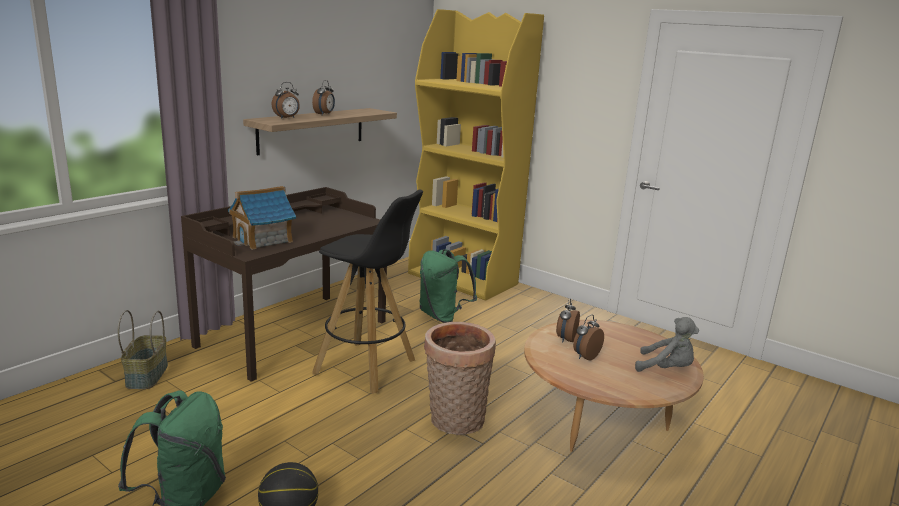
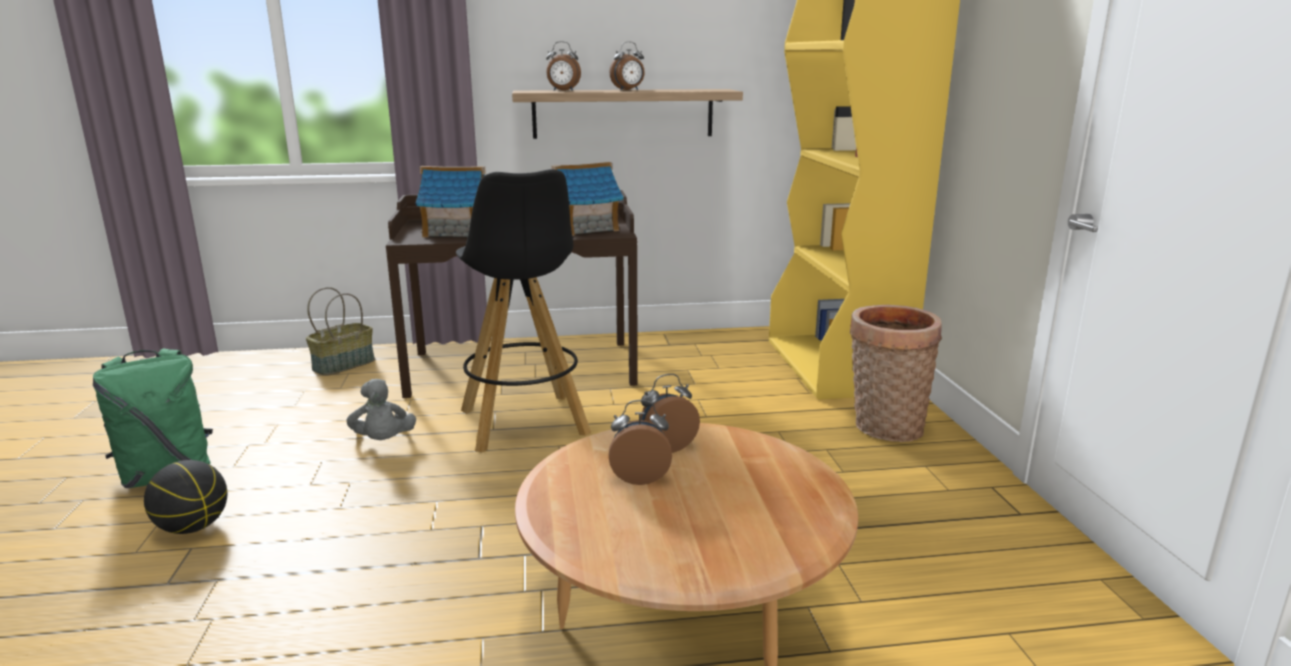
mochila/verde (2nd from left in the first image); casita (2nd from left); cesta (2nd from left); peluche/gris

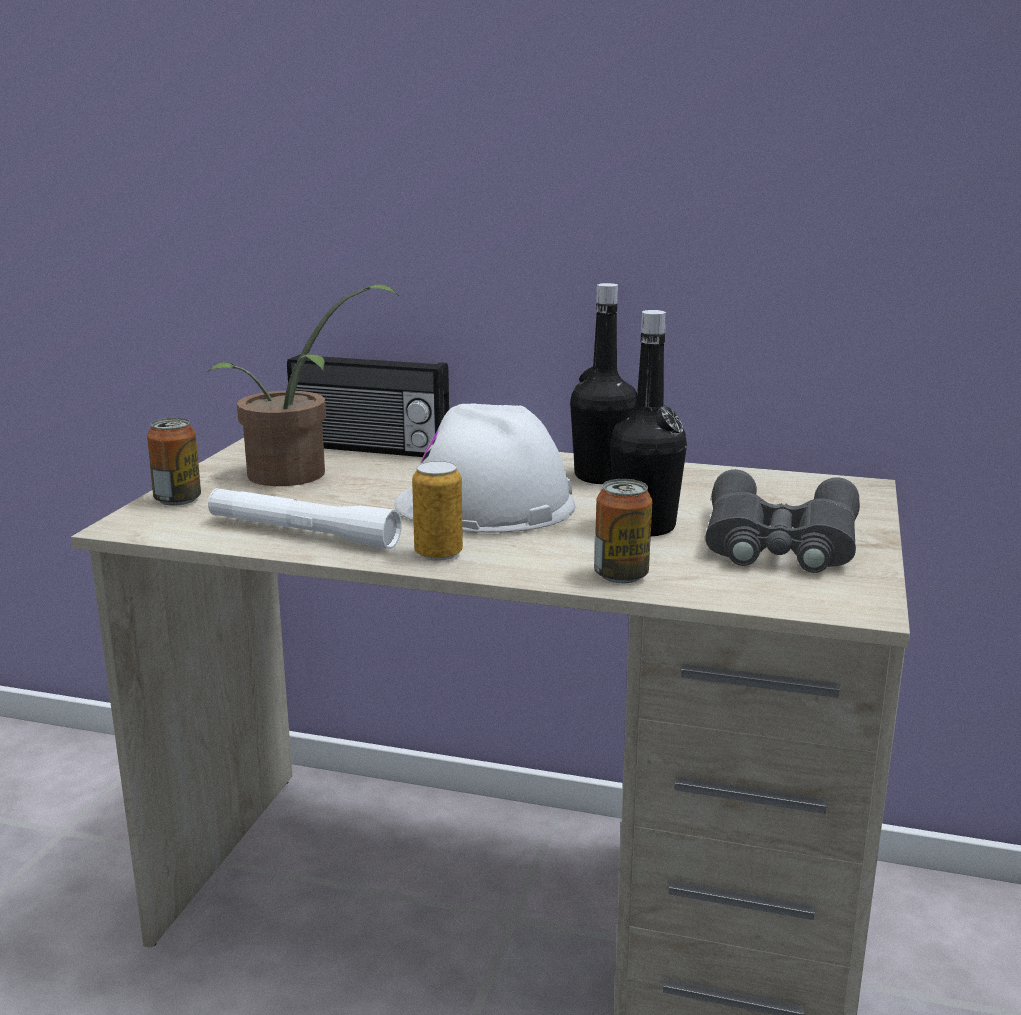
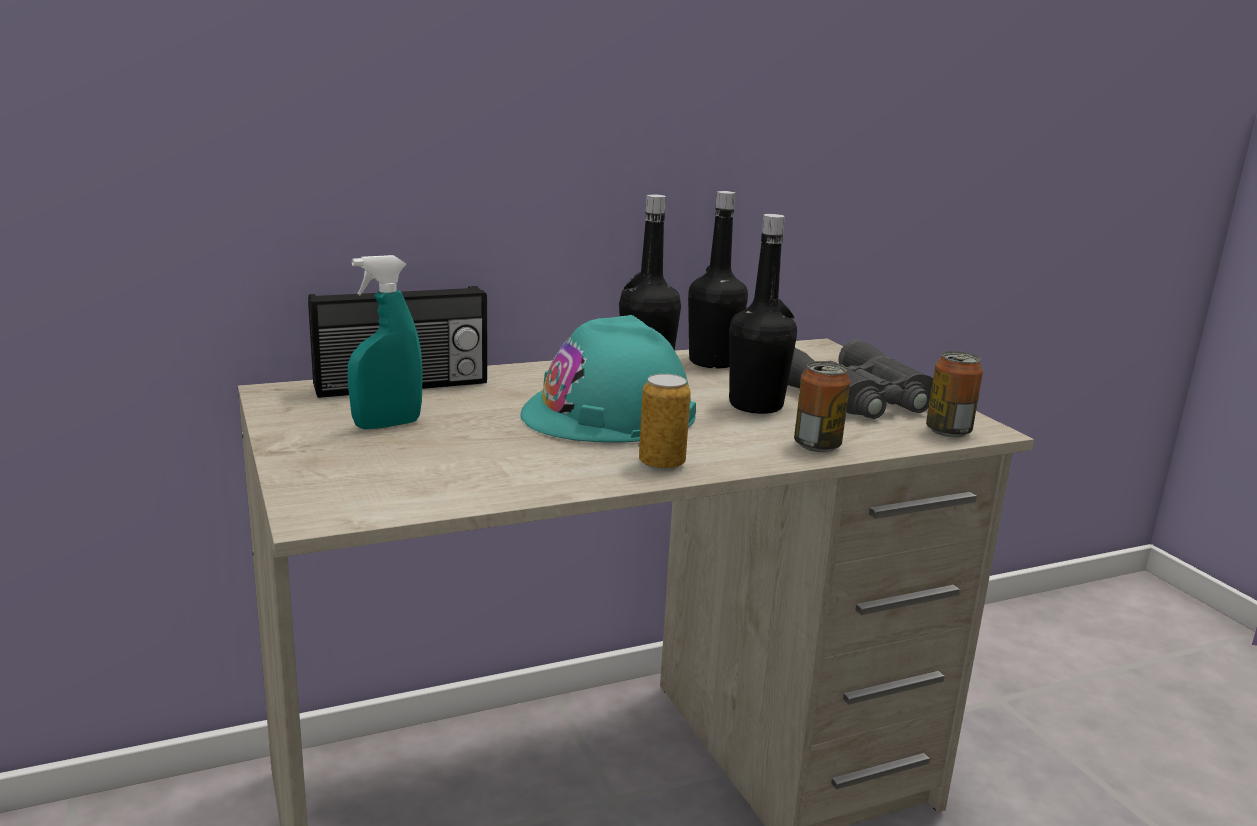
linterna/blanco; botella/negro (2nd from left); lata (3rd from left); pulverizador/turquesa; casco/turquesa

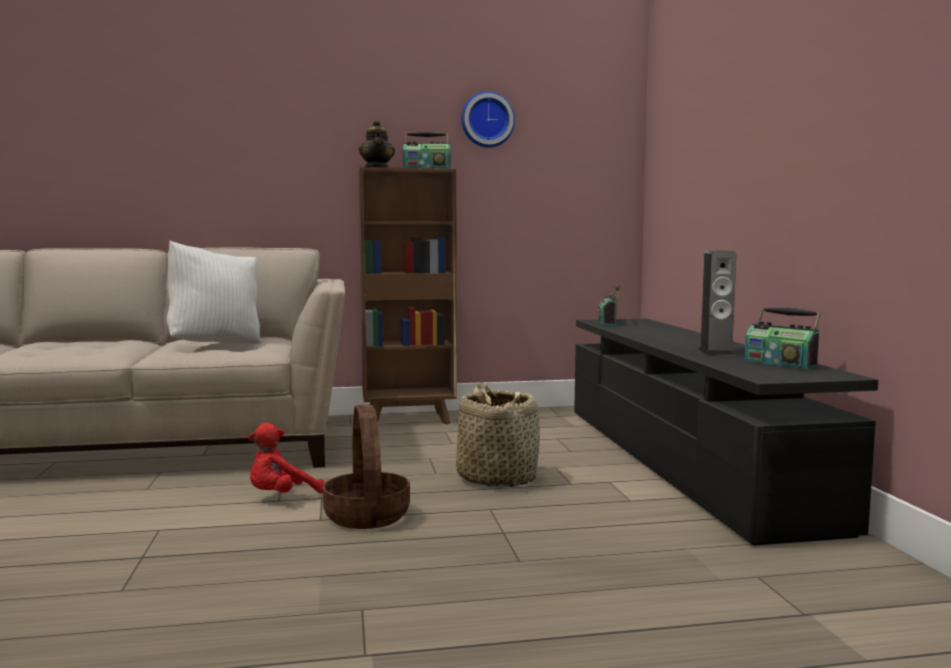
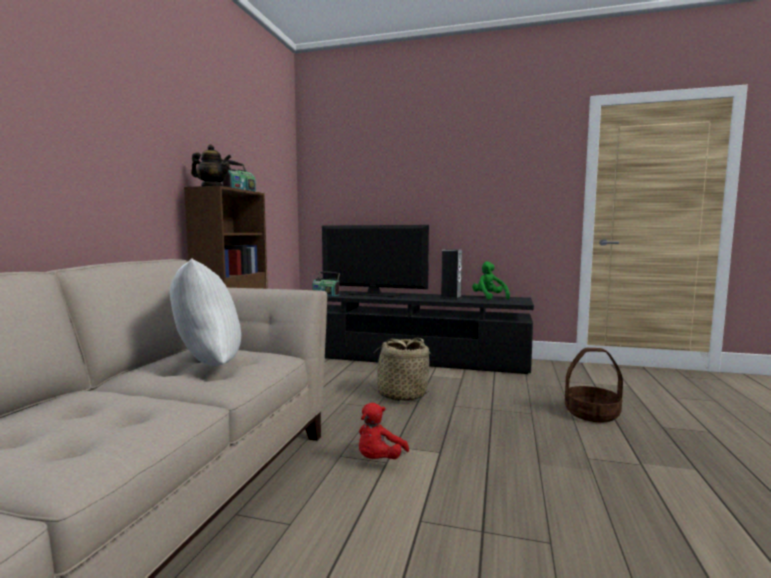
reloj de pared; televisor; cesta (2nd from left); peluche/verde; peluche/rojo

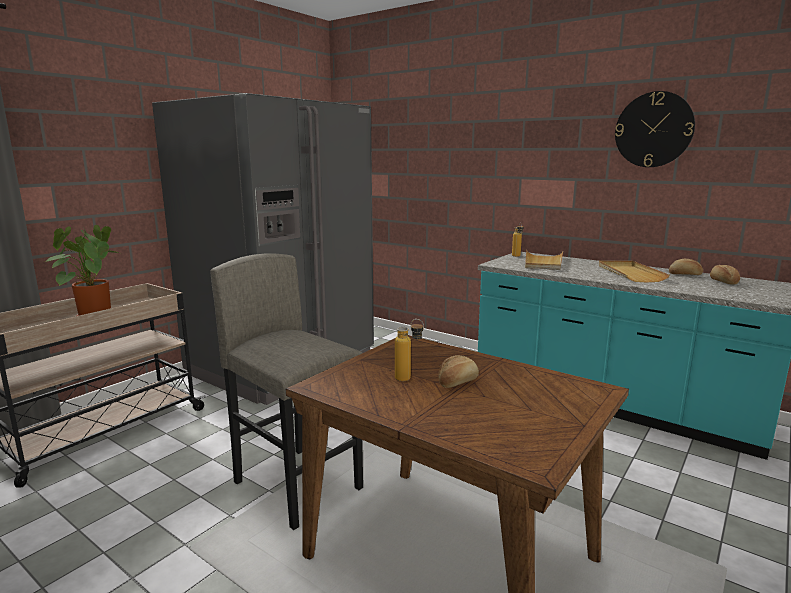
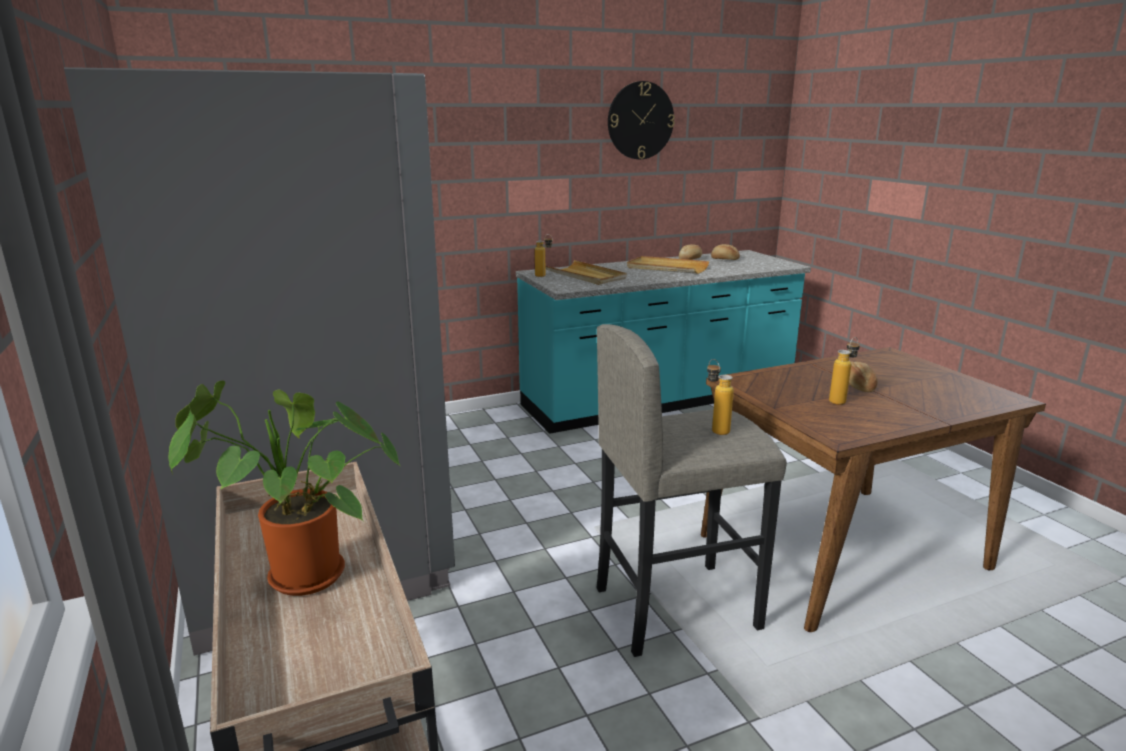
botella (2nd from left)

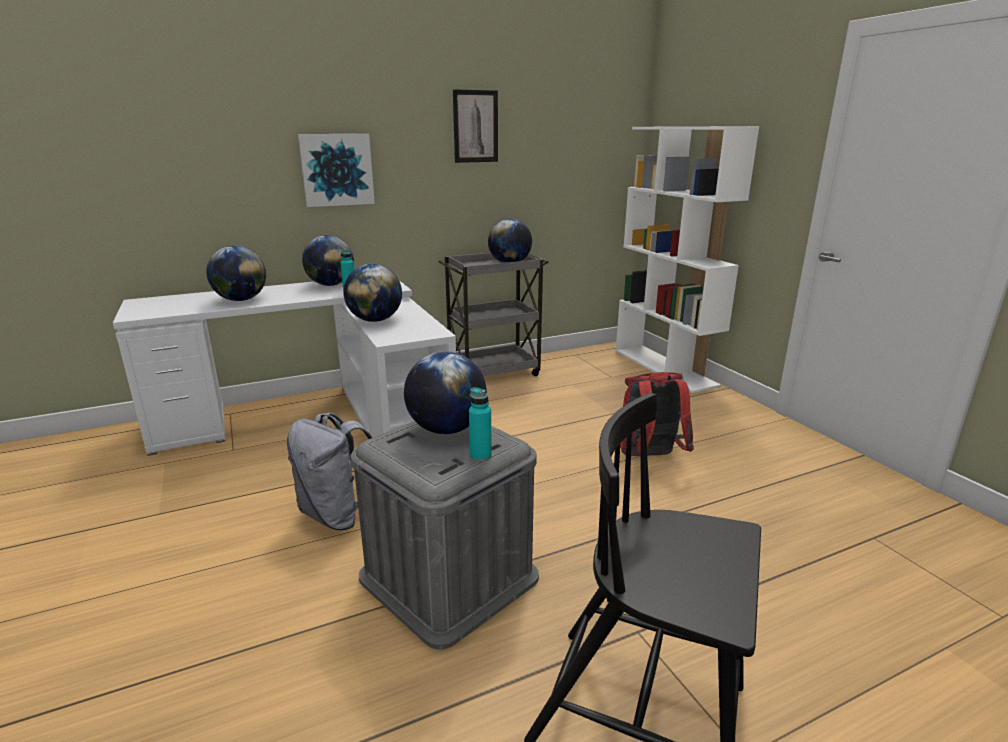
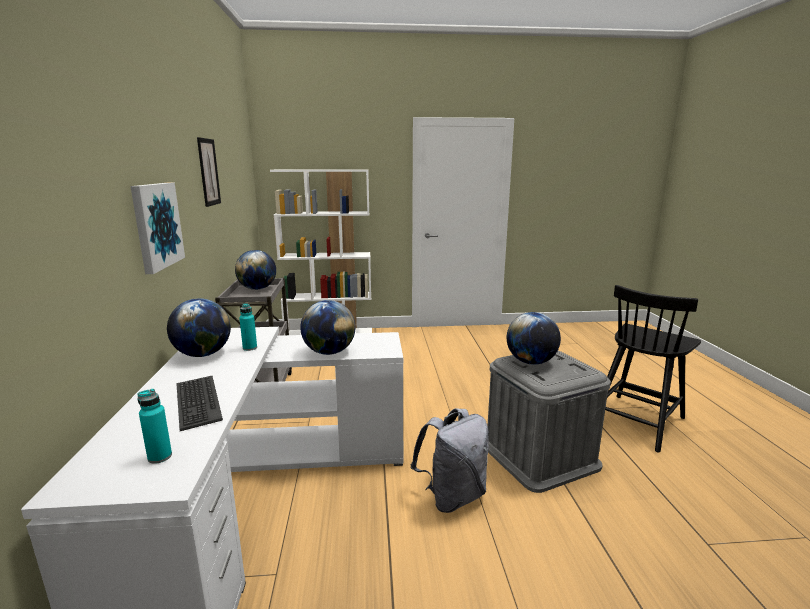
mochila/rojo; botella/turquesa (1st from left); teclado

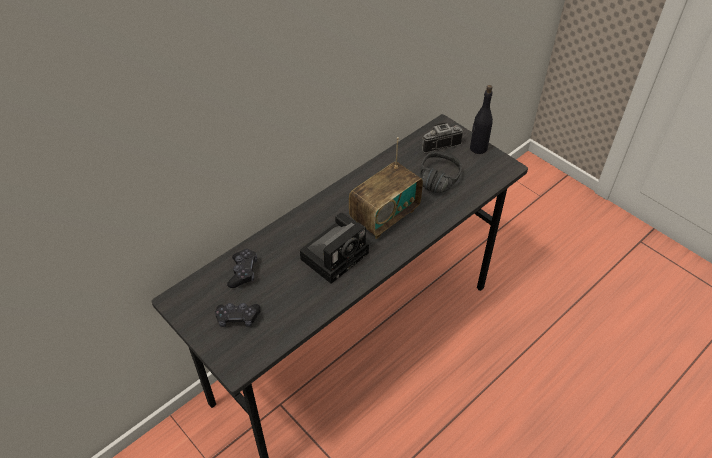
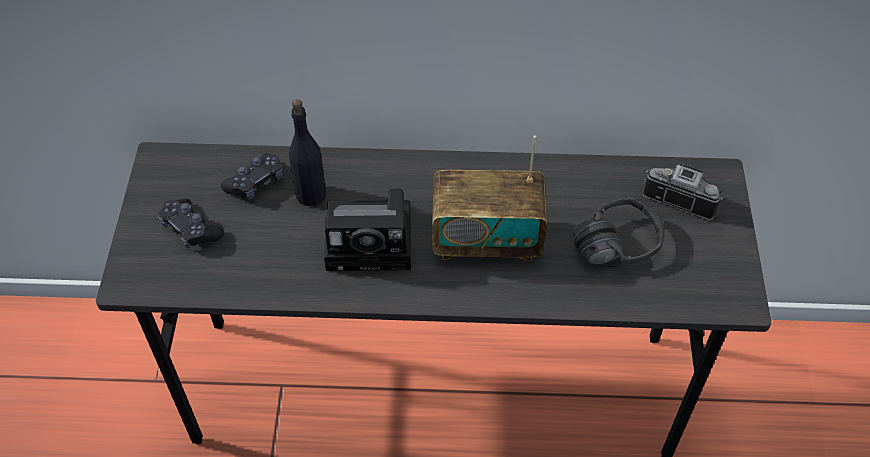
botella/negro

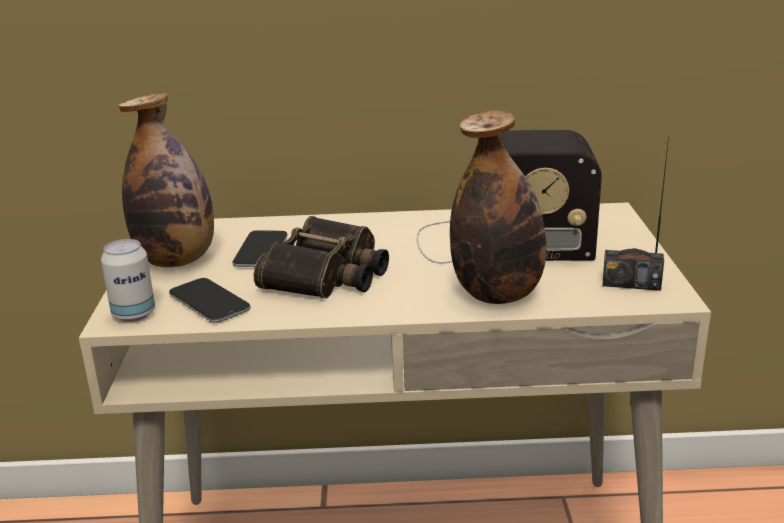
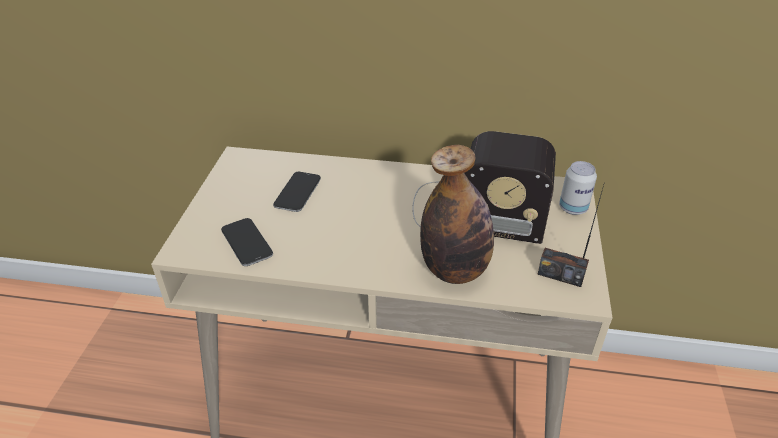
botella (1st from left in the first image); prismáticos; lata

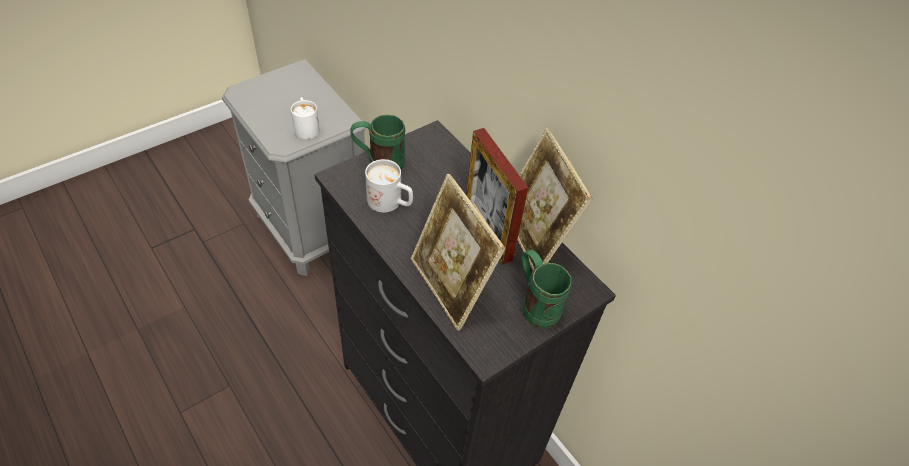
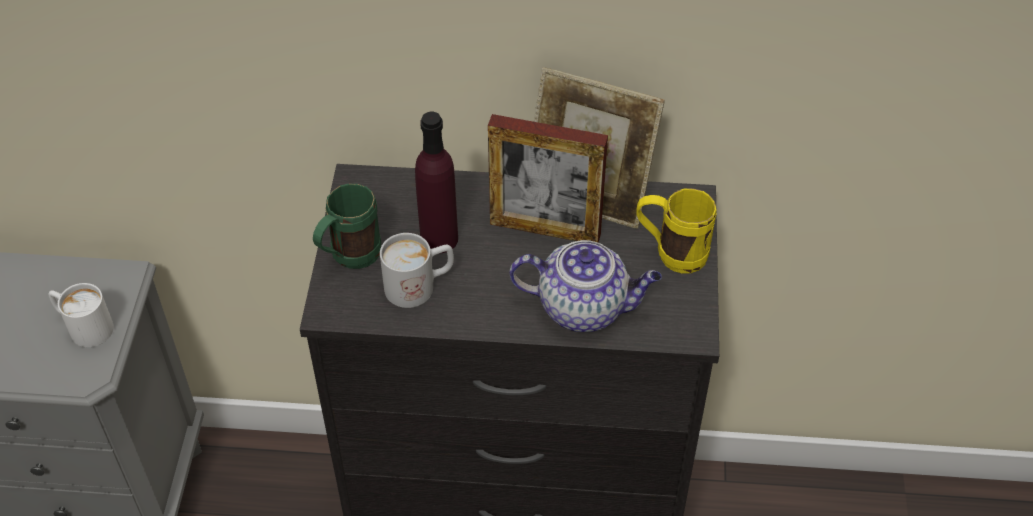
botella/morado; tetera; taza grande/amarillo

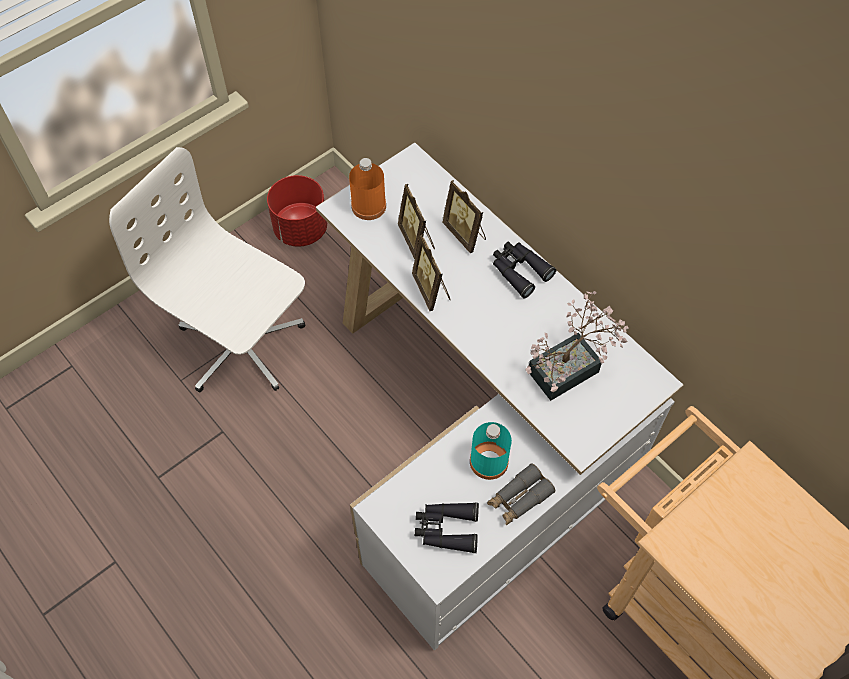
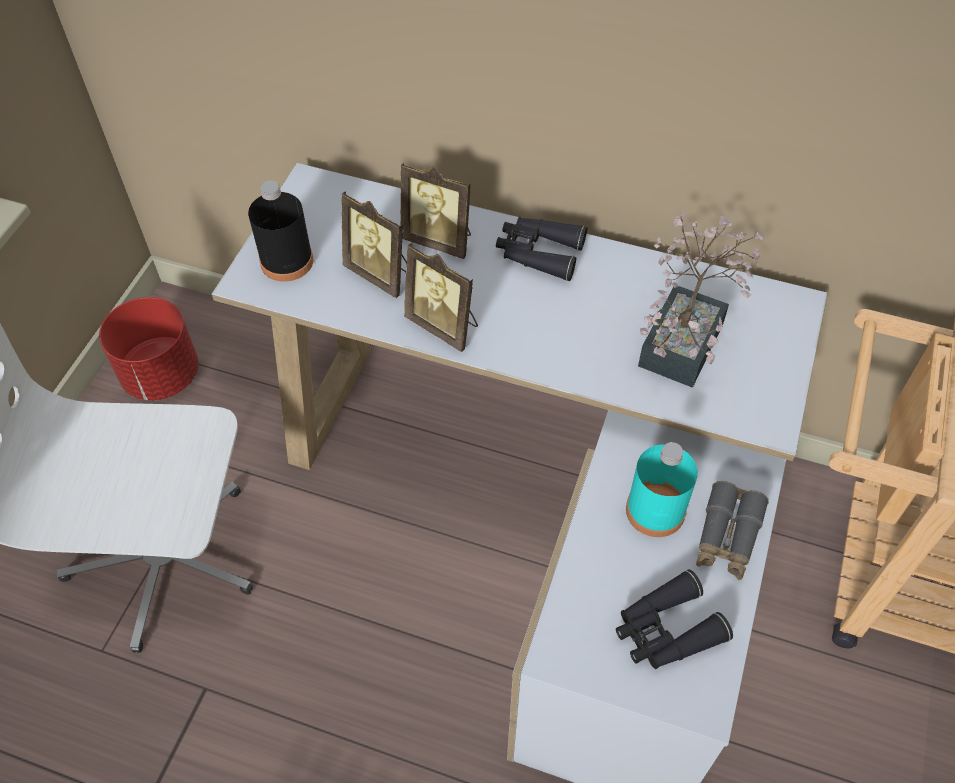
botella/negro

